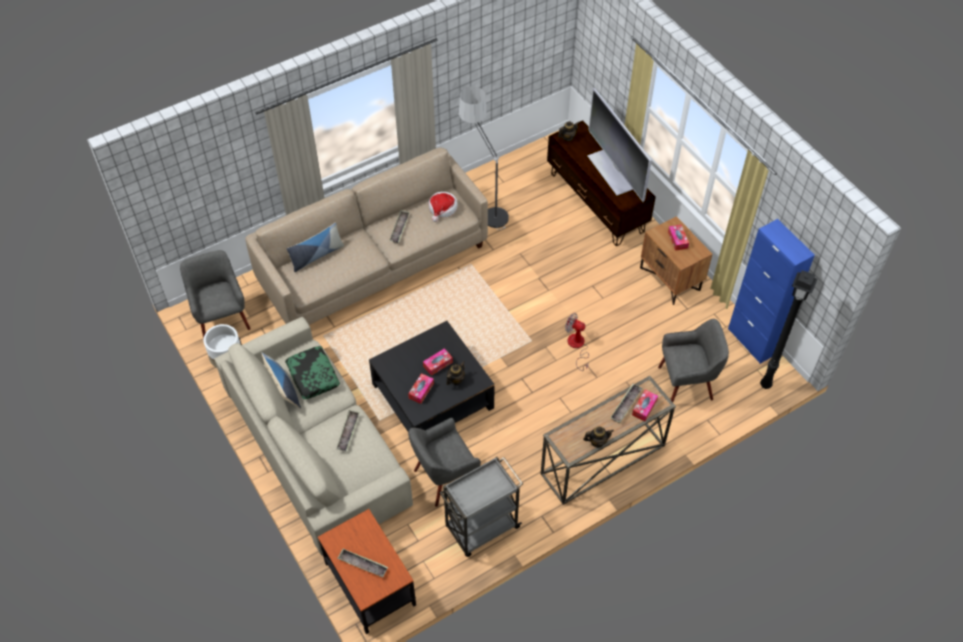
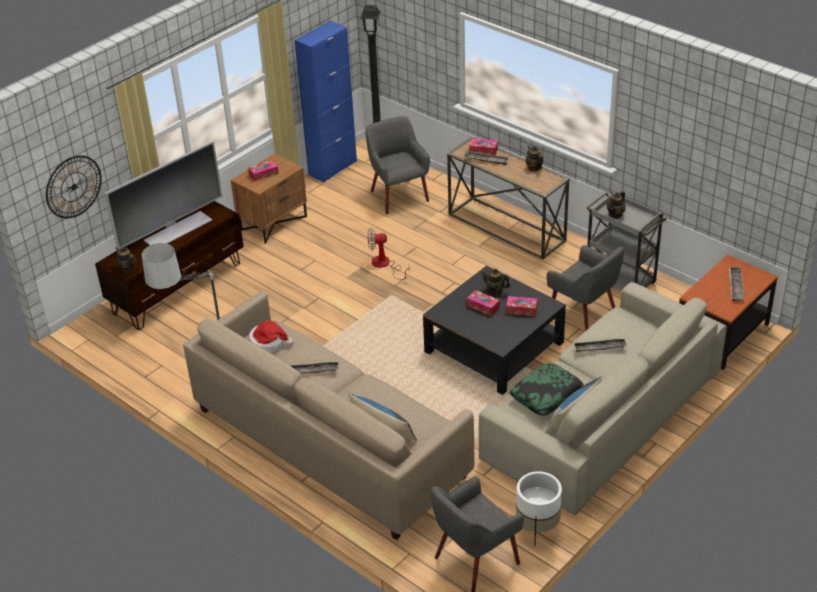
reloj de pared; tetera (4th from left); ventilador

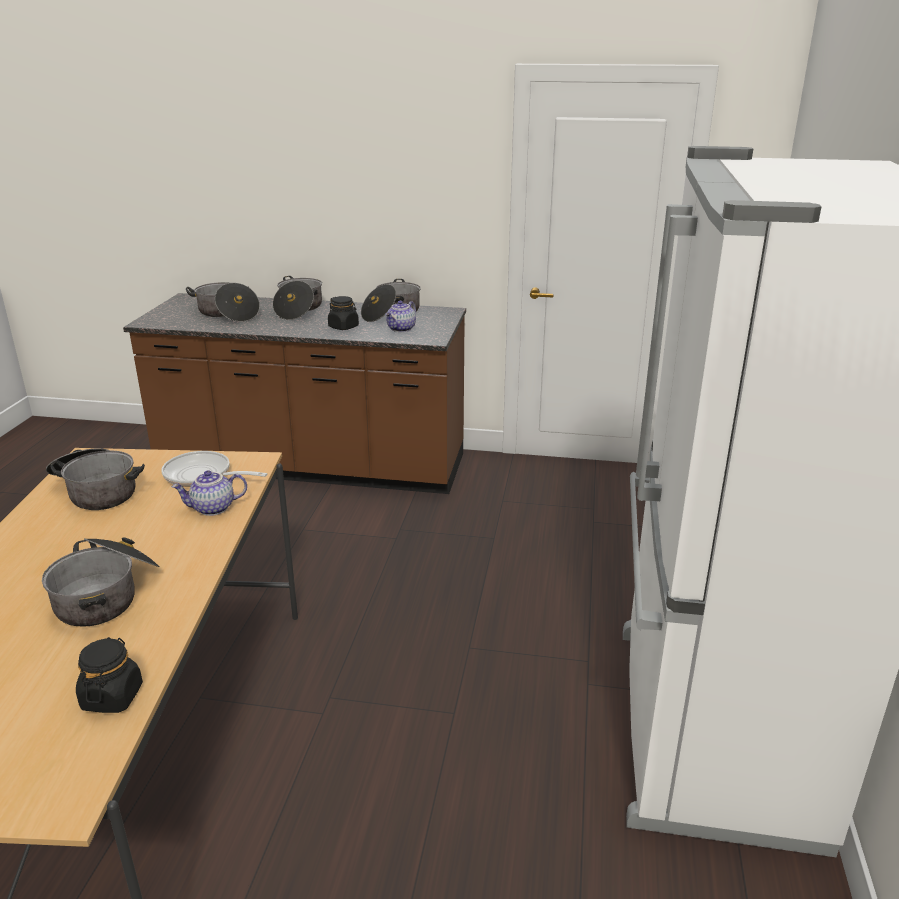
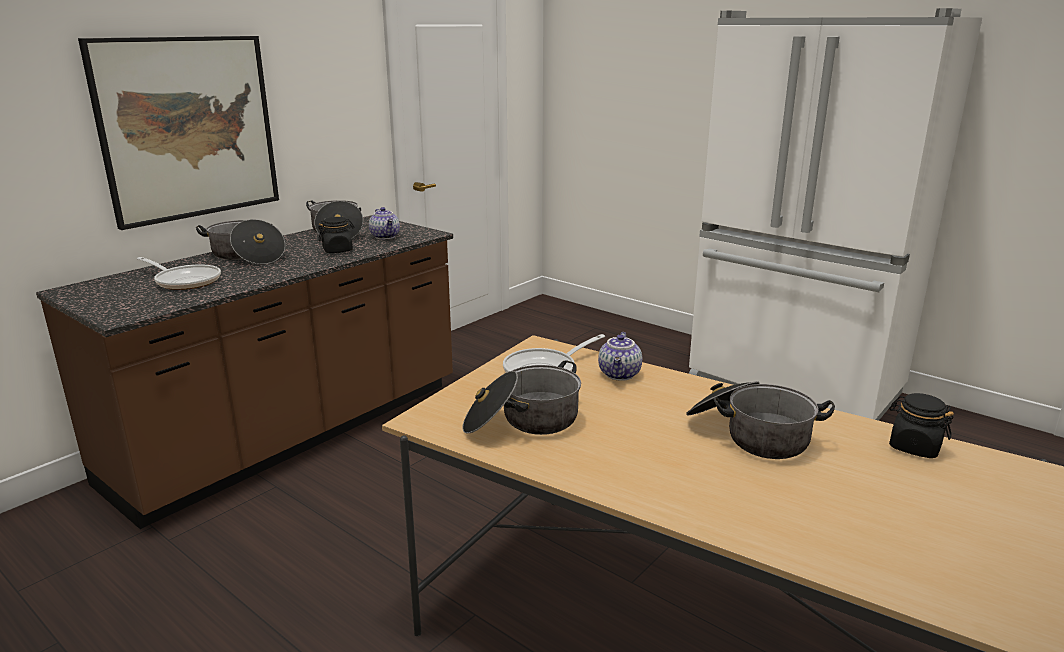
cuadro; sartén (1st from left)

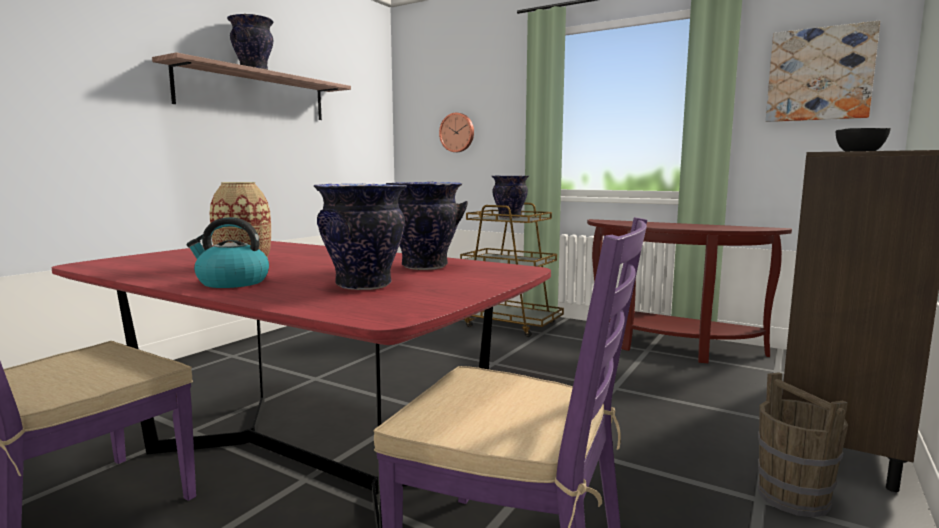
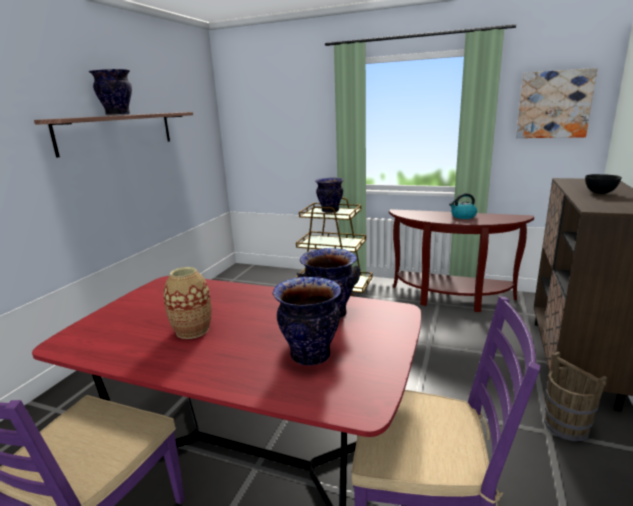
reloj de pared; hervidor

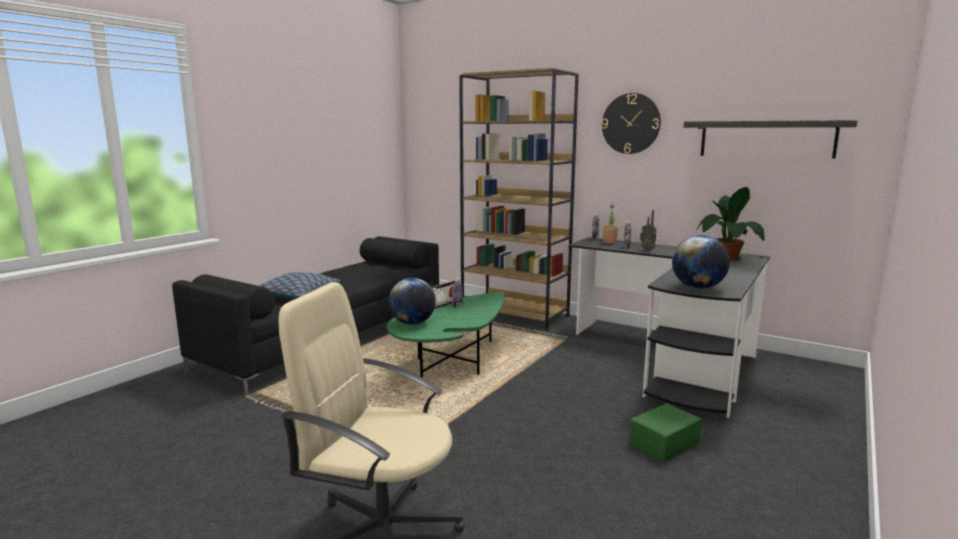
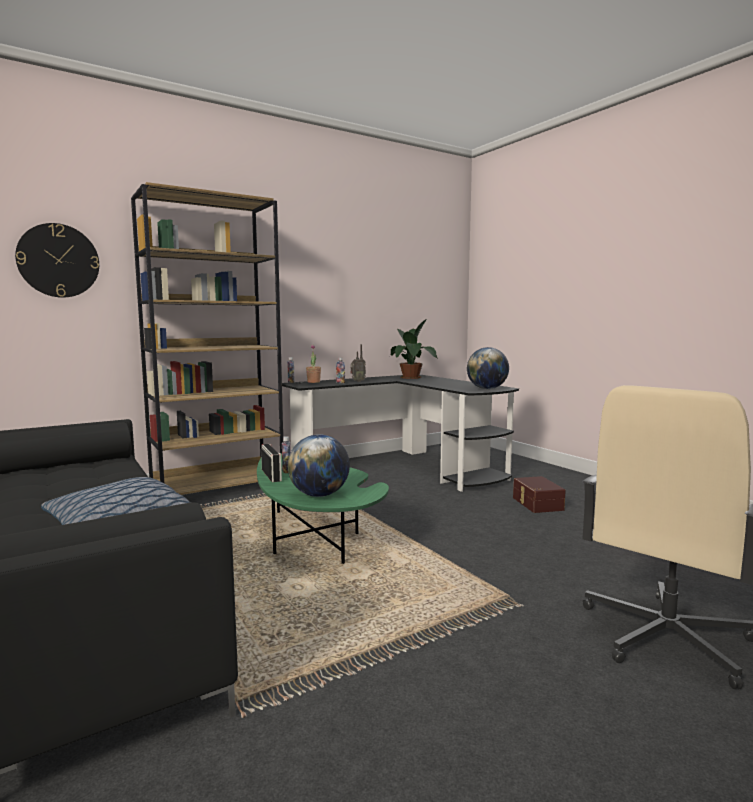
estante; reloj de pared; caja de almacenaje/marrón

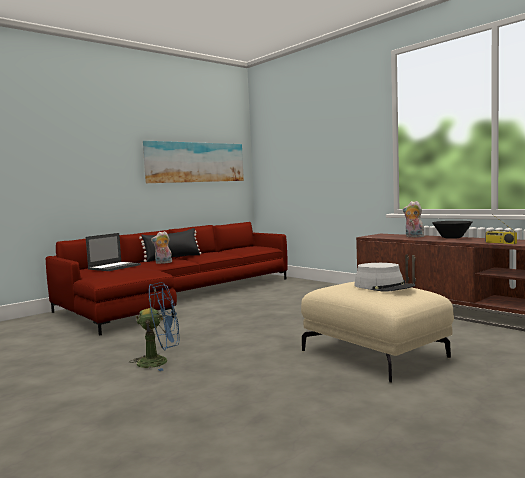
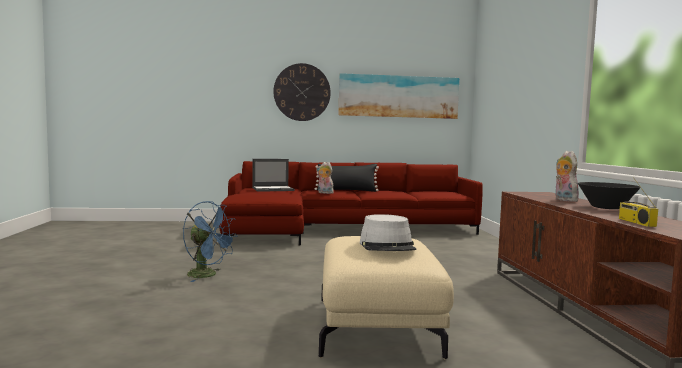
reloj de pared

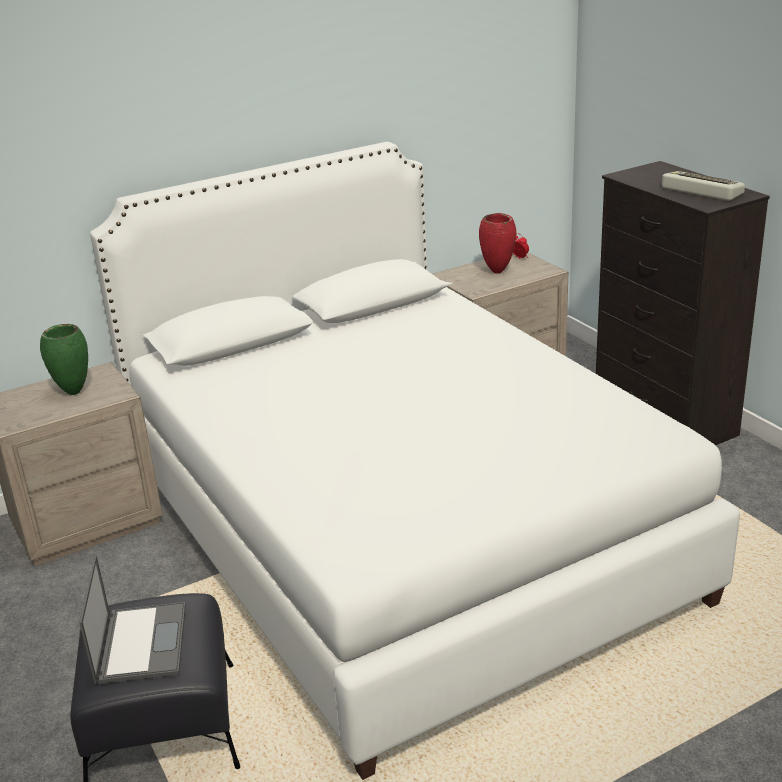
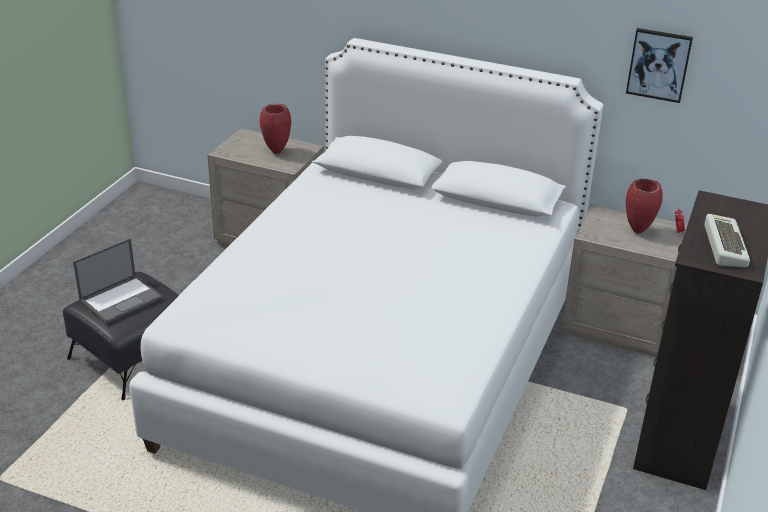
cuadro; florero/rojo (1st from left)

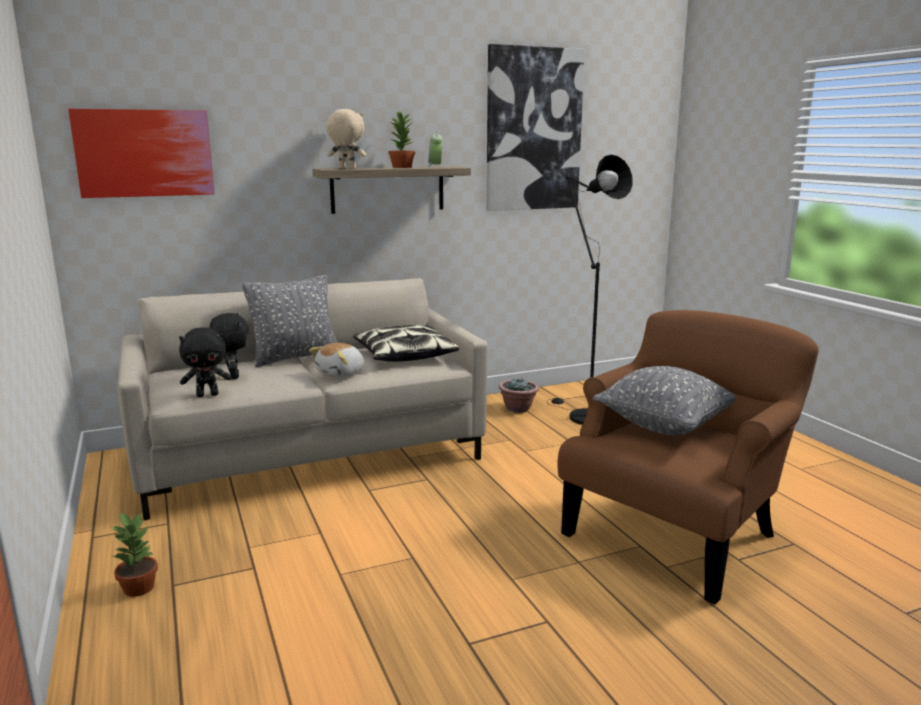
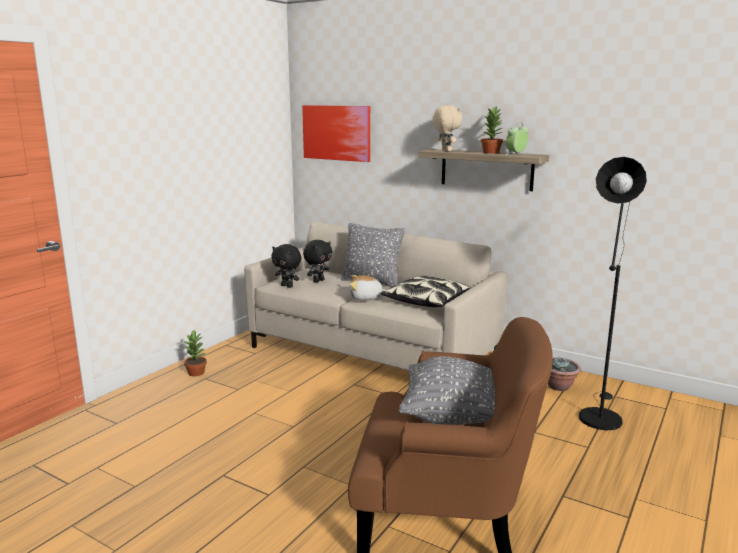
cuadro (2nd from left in the first image)

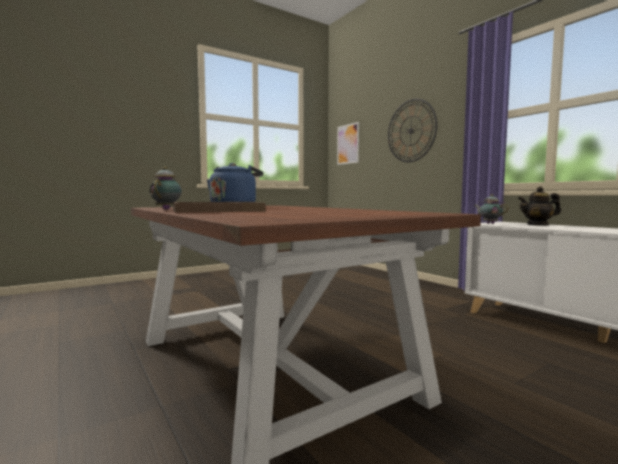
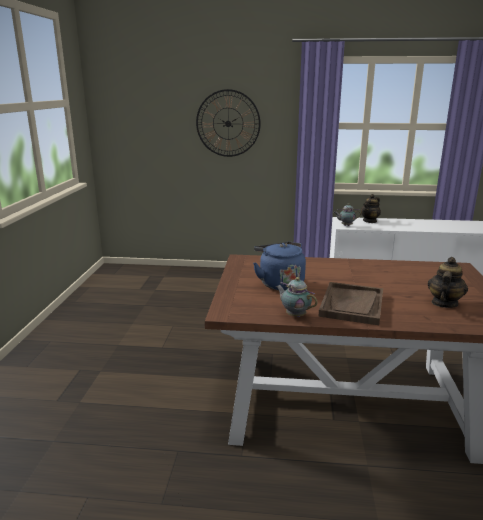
cuadro; tetera (4th from left)

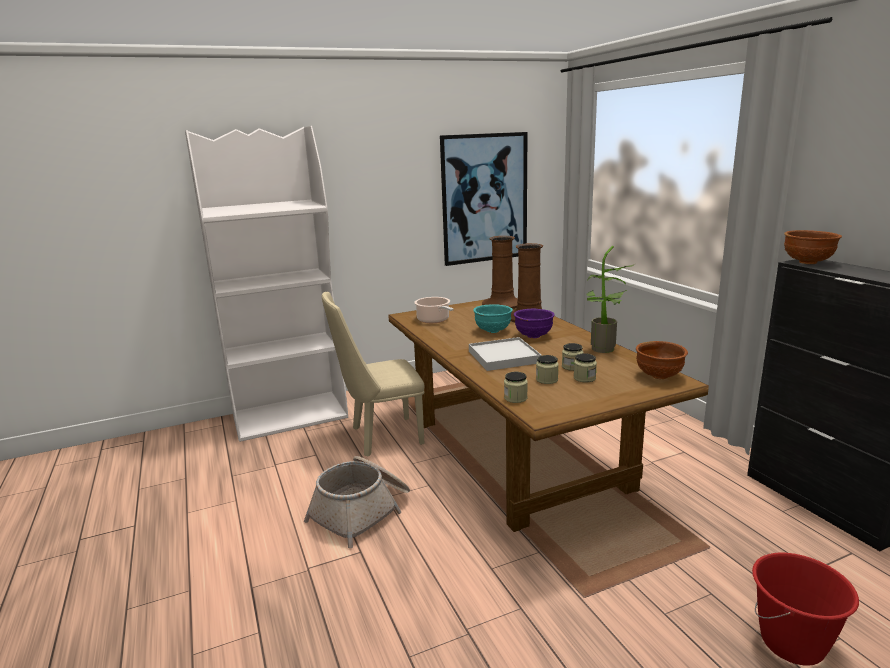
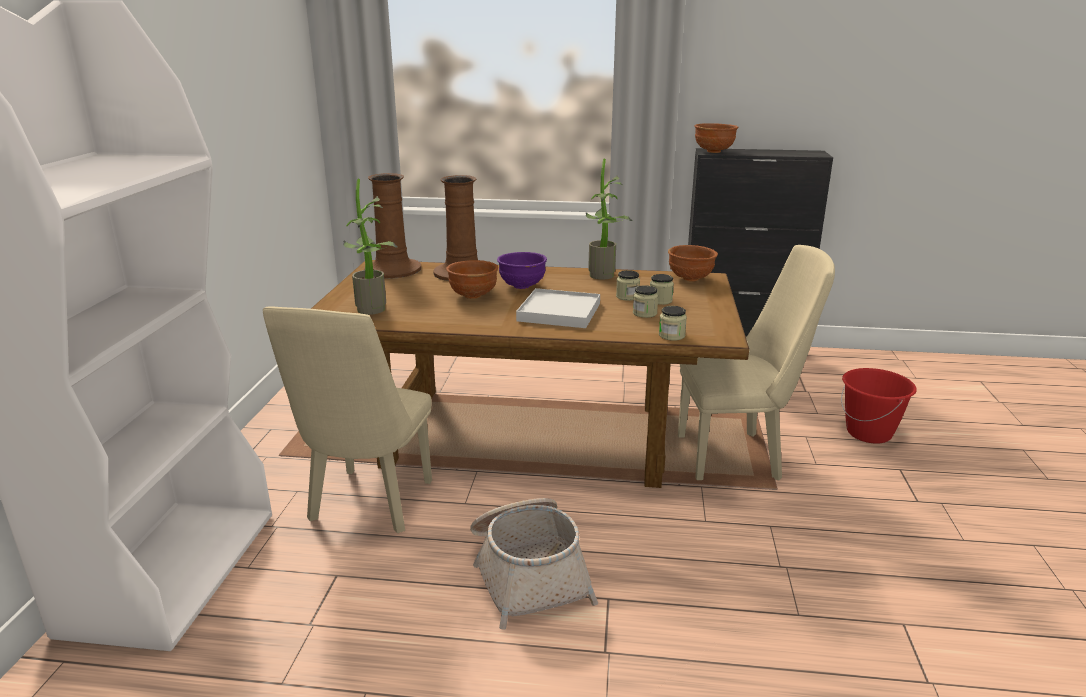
cuadro; silla/beis (2nd from left); planta en maceta (1st from left); cuenco/marrón (1st from left)

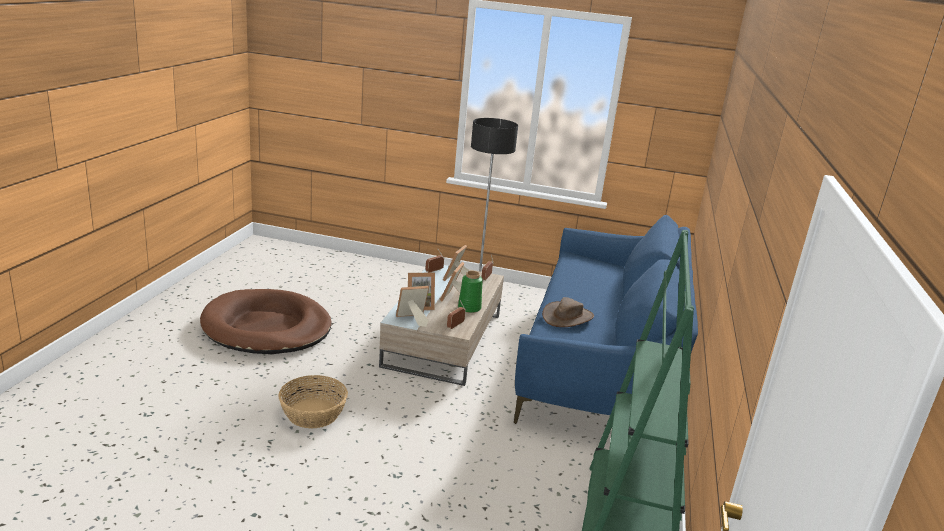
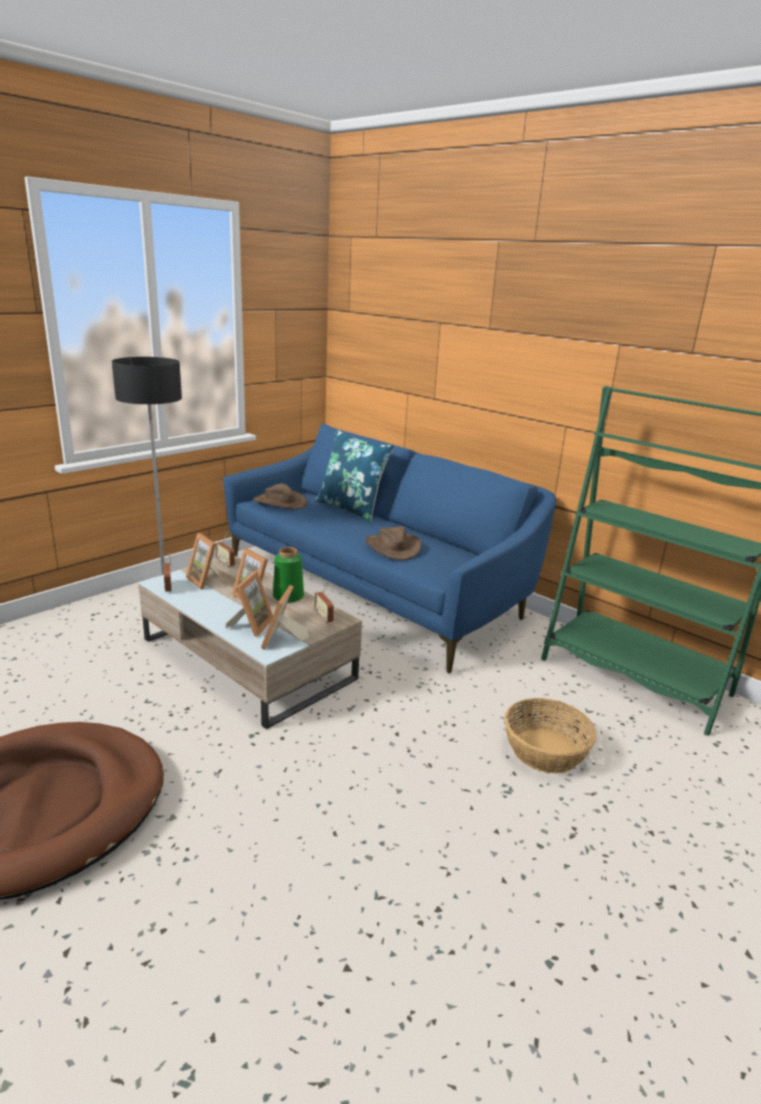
sombrero/marrón (1st from left); cojín/azul; cesta

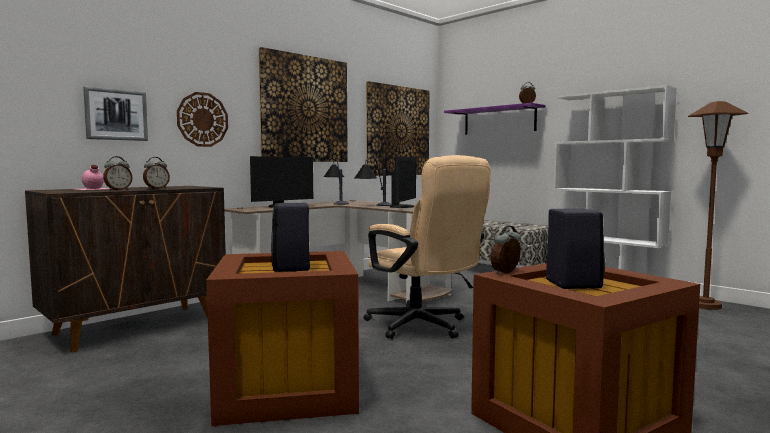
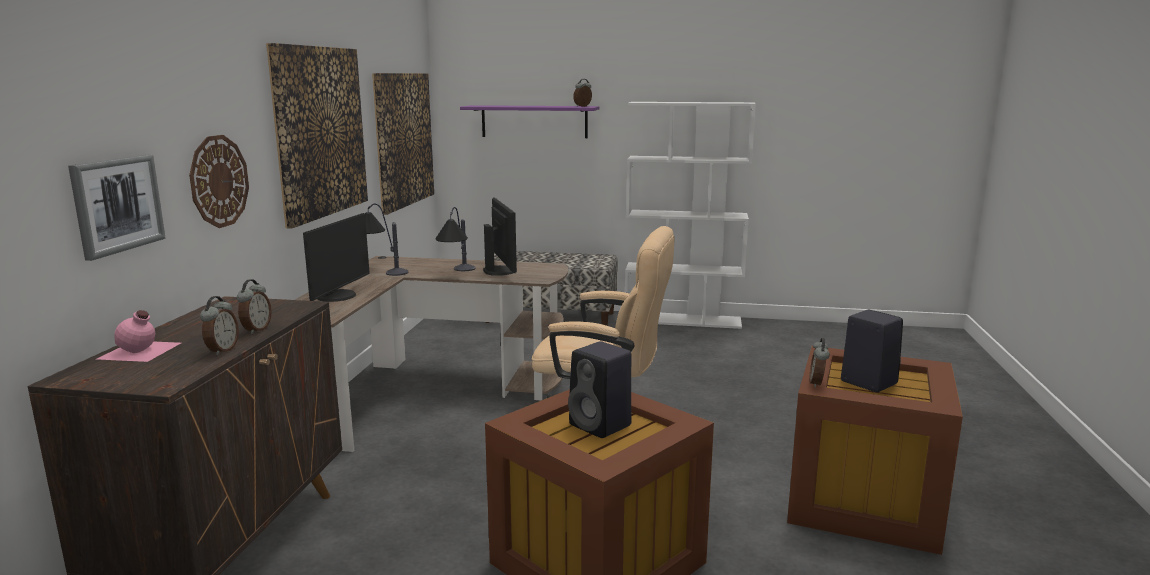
lámpara de pie/marrón

